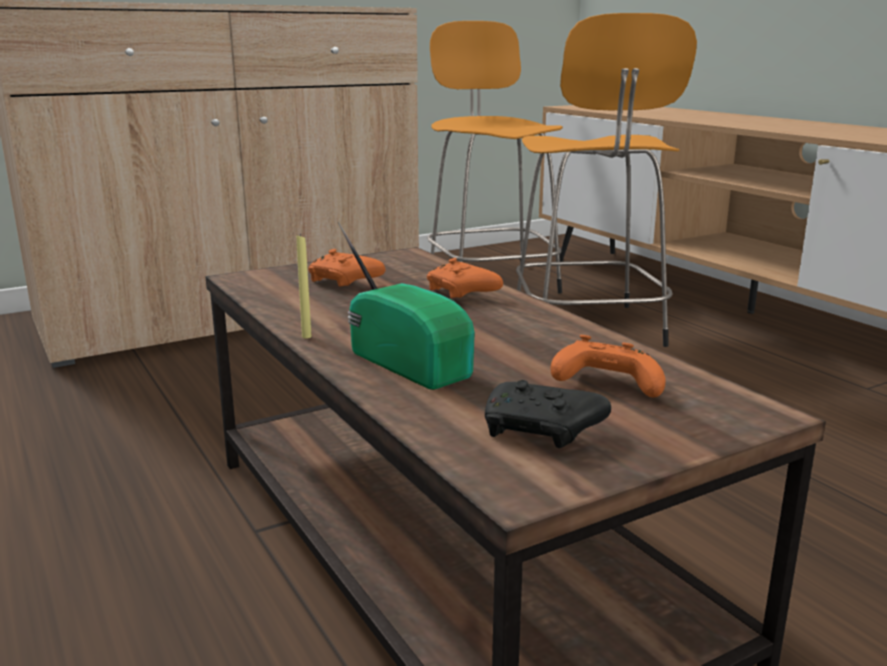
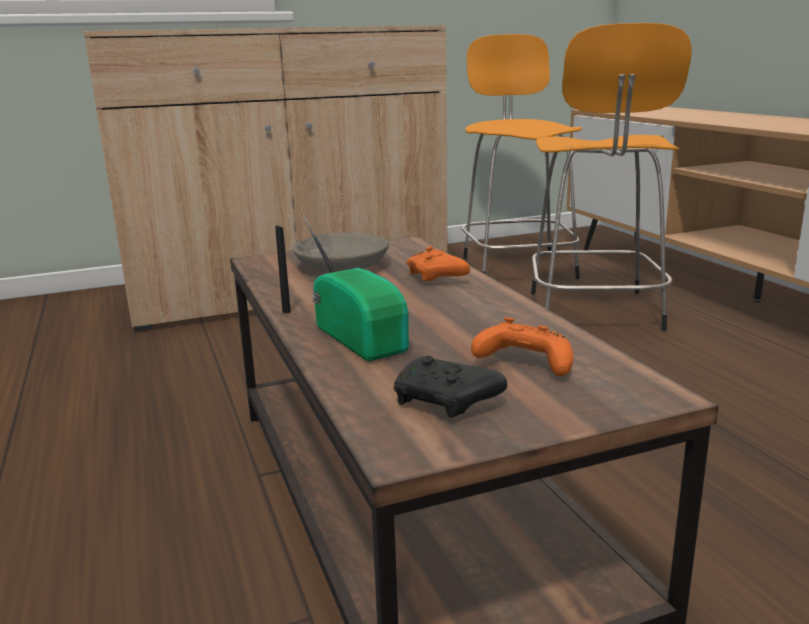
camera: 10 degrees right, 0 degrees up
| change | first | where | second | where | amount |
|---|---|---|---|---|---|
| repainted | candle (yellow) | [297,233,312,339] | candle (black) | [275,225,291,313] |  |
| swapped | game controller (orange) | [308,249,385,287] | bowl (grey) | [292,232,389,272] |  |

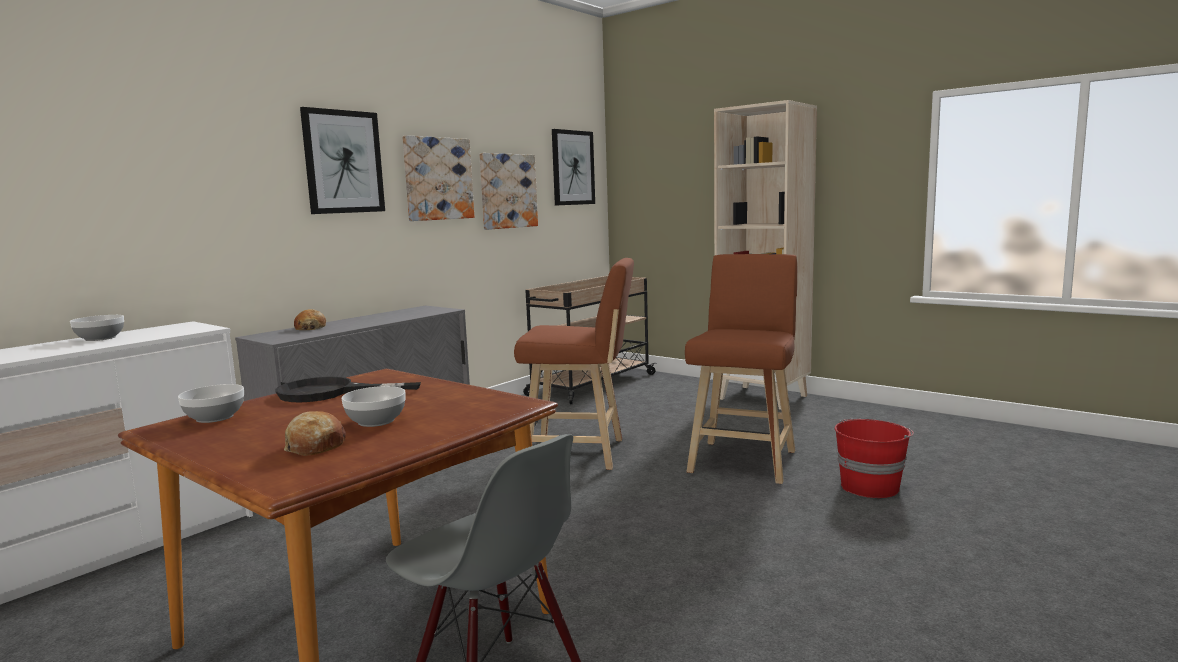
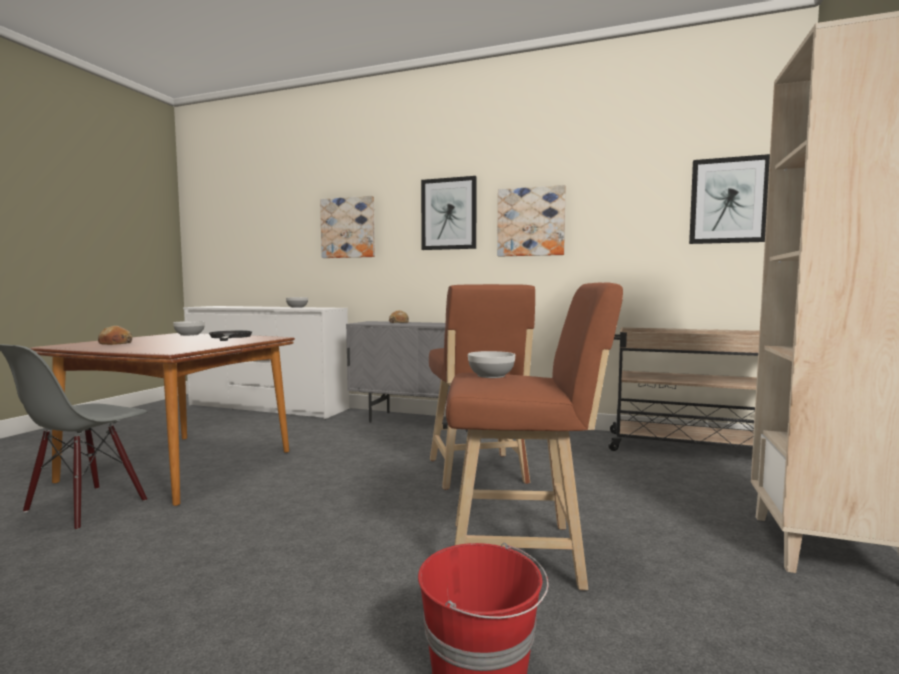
camera: 70 degrees right, 5 degrees down
| change | first | where | second | where | amount |
|---|---|---|---|---|---|
| shifted | picture | [479,153,538,230] |  | [320,196,375,258] |  |
| shifted | bowl | [342,386,406,427] |  | [468,351,515,378] |  |

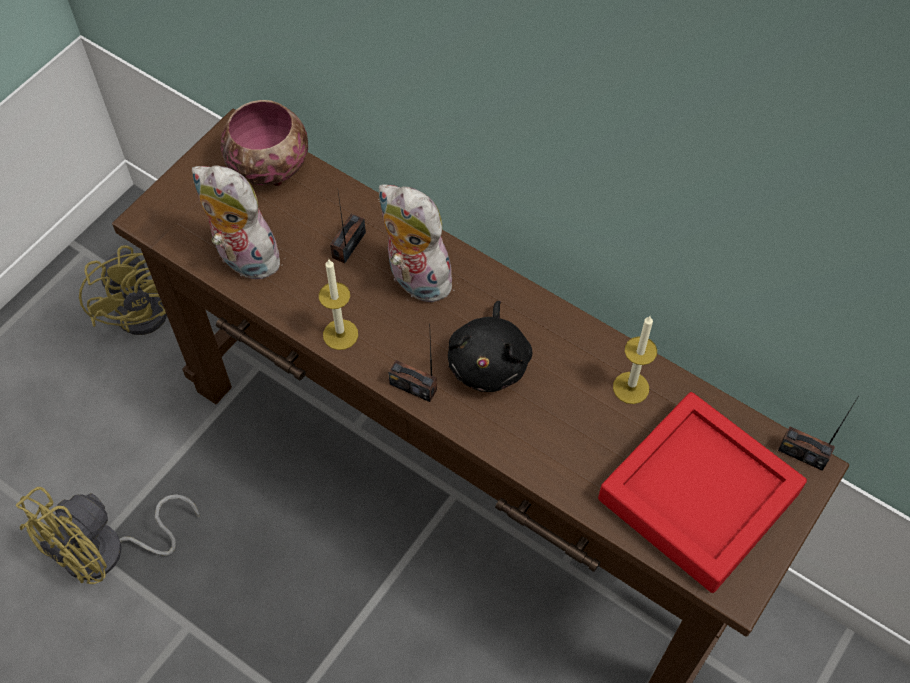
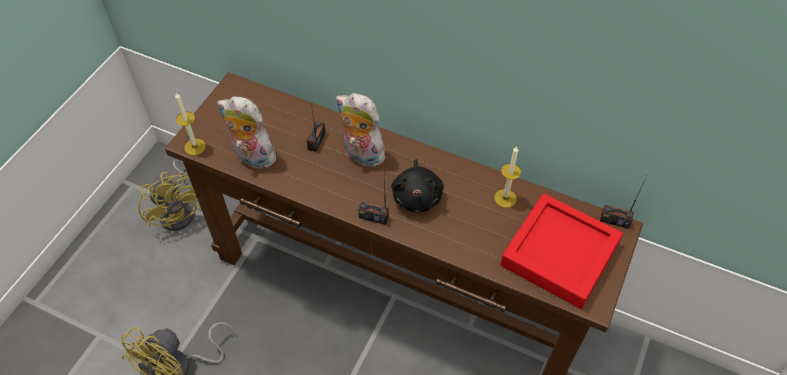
camera: 10 degrees left, 5 degrees down
| change | first | where | second | where | amount |
|---|---|---|---|---|---|
| gone | bowl | [221,100,308,186] |  |  |  |
| shifted | candle | [319,258,358,350] |  | [175,93,206,155] |  |

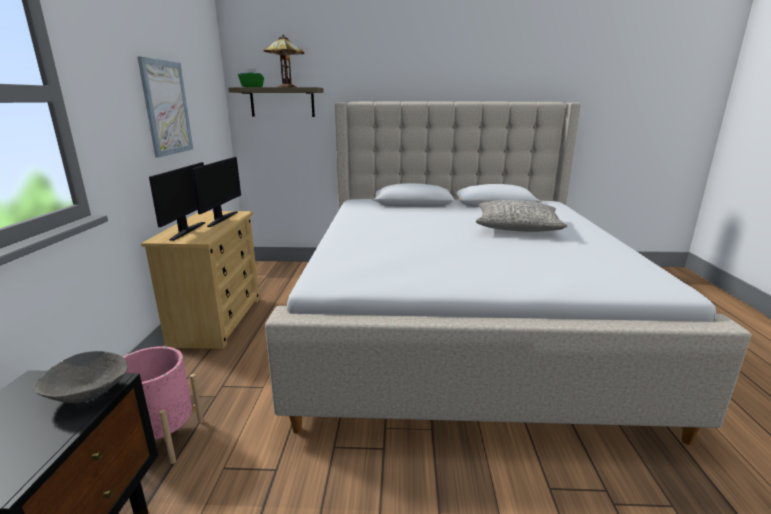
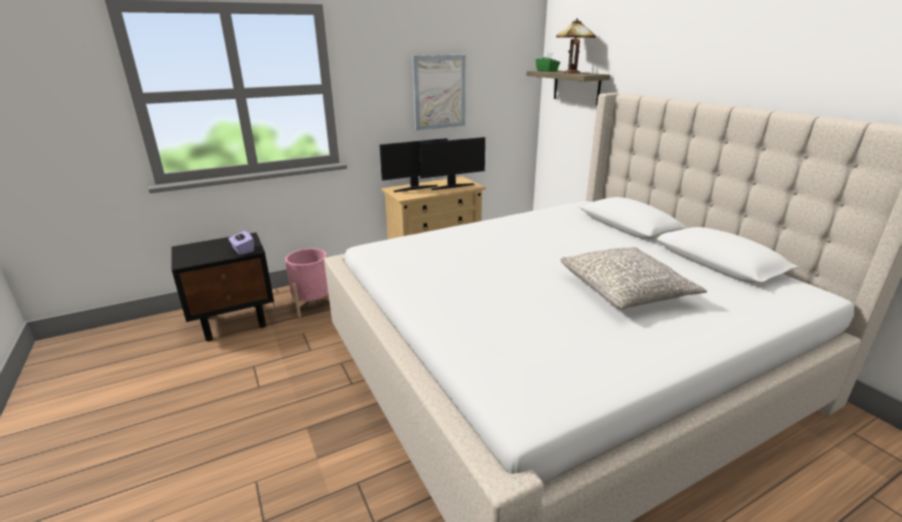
camera: 60 degrees right, 5 degrees up
| change | first | where | second | where | amount |
|---|---|---|---|---|---|
| swapped | bowl (grey) | [33,351,128,403] | tissue box (purple) | [228,230,254,255] |  |

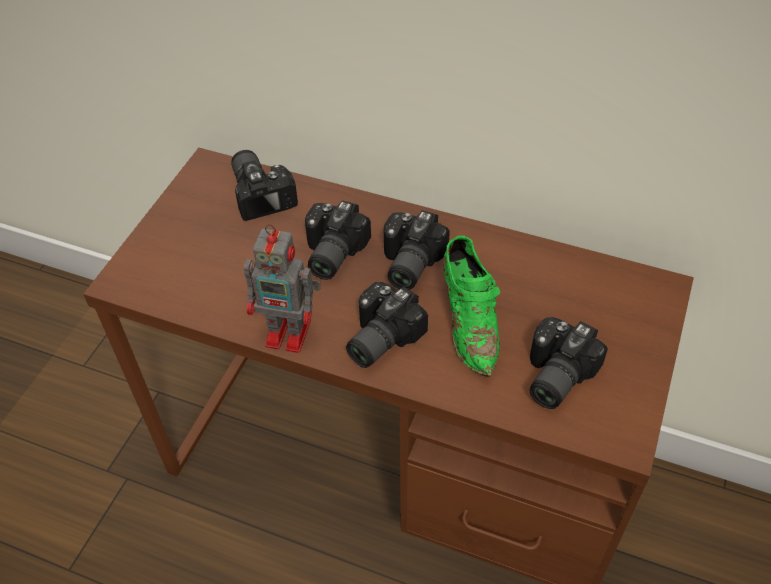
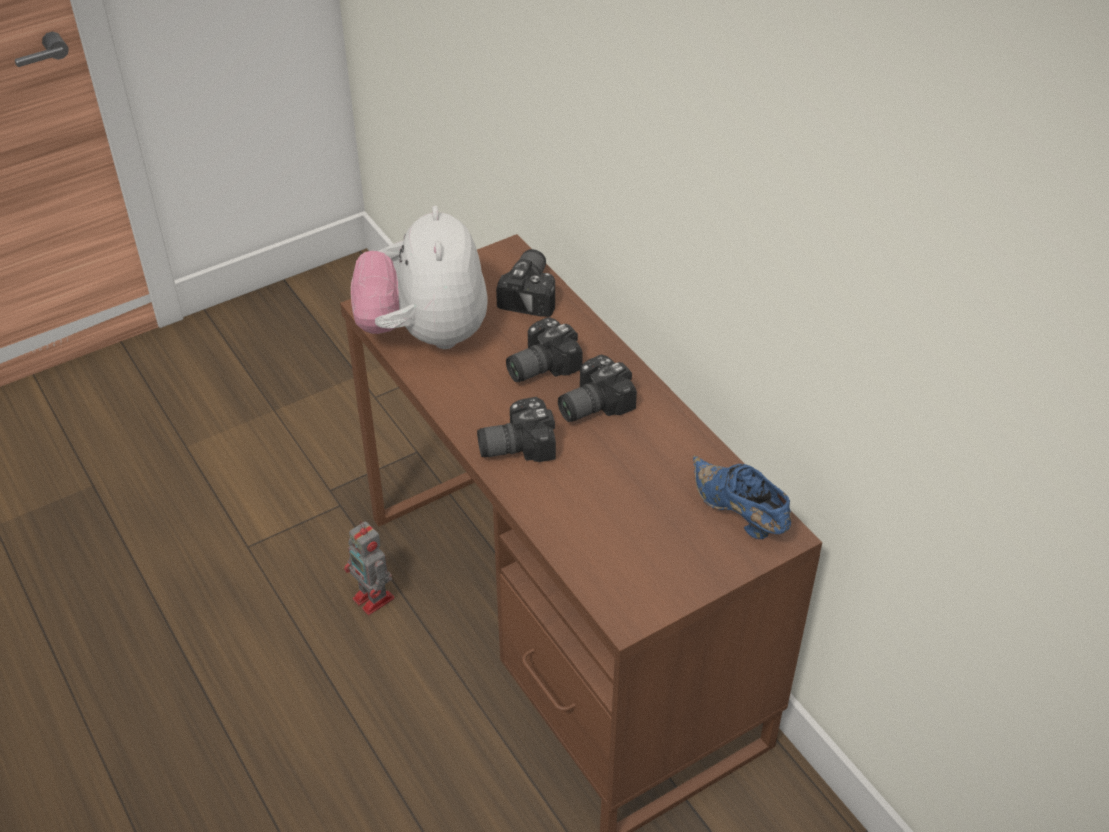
camera: 35 degrees right, 5 degrees down
| change | first | where | second | where | amount |
|---|---|---|---|---|---|
| shifted | toy robot | [244,224,321,353] |  | [344,521,394,615] |  |
| gone | shoe (green) | [443,235,500,377] |  |  |  |
| gone | photo camera | [530,317,608,409] |  |  |  |
| new |  |  | plush toy | [351,206,488,349] |  |
| new |  |  | shoe (blue) | [693,455,792,539] |  |

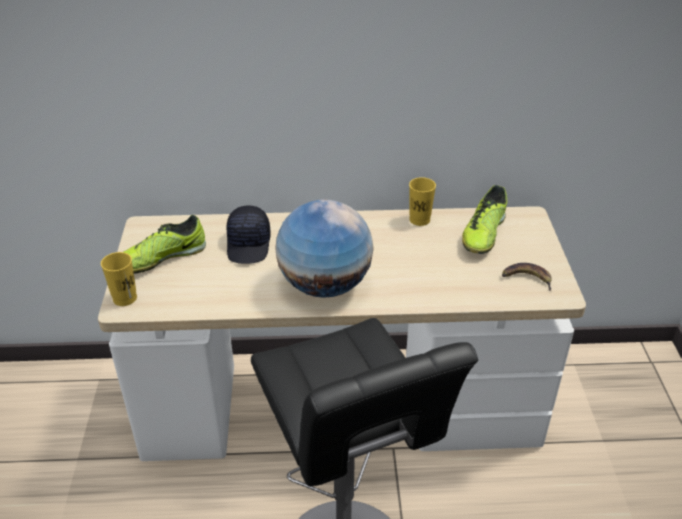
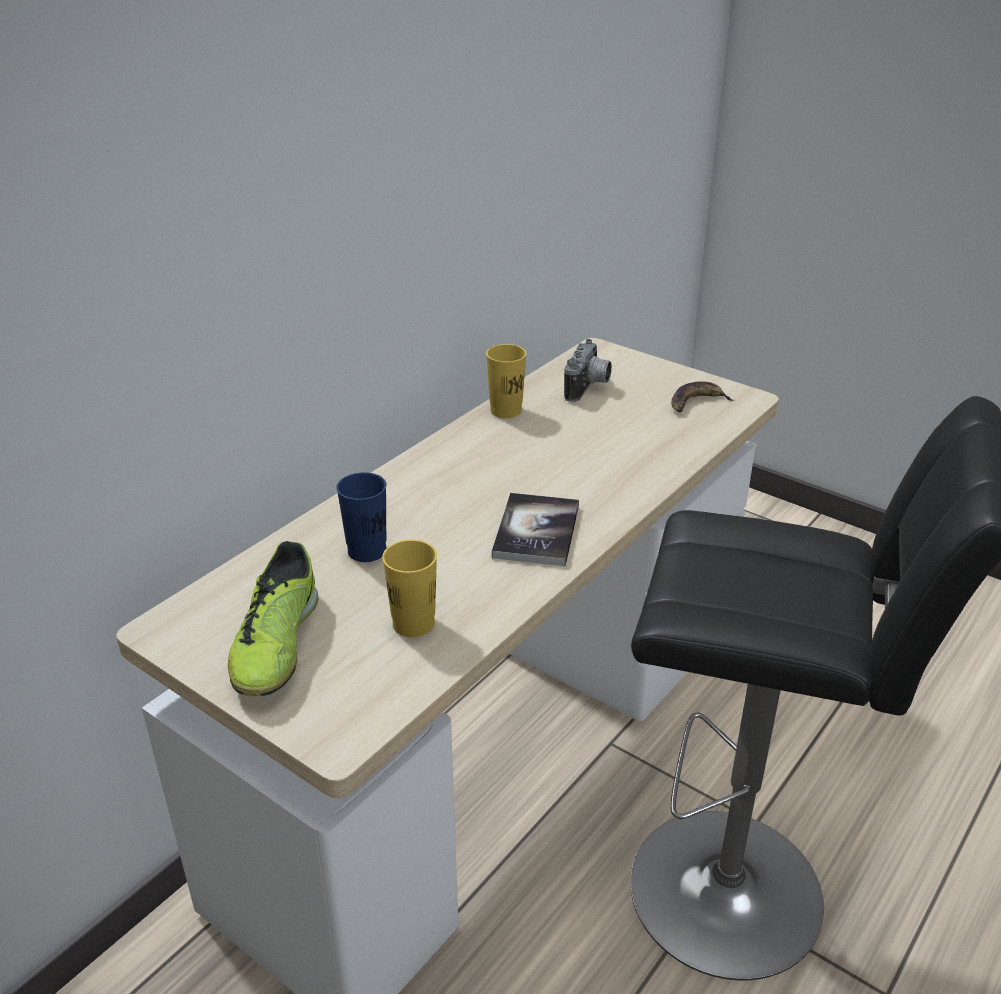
camera: 50 degrees left, 5 degrees down
| change | first | where | second | where | amount |
|---|---|---|---|---|---|
| swapped | shoe | [462,185,507,254] | photo camera | [564,339,612,402] |  |
| swapped | globe | [275,199,374,298] | book | [492,493,579,566] |  |
| swapped | cap (black) | [226,206,271,264] | cup (blue) | [336,472,386,562] |  |
| shifted | cup (yellow) | [101,252,137,306] |  | [382,540,437,637] |  |

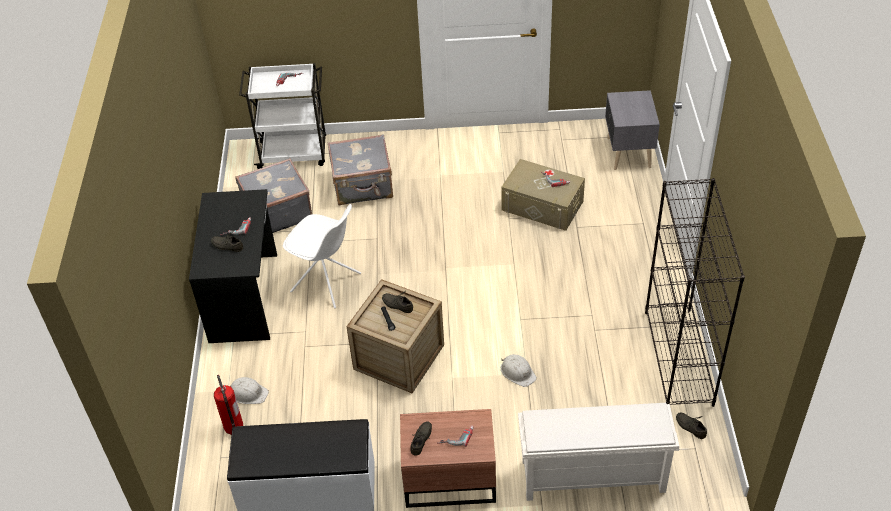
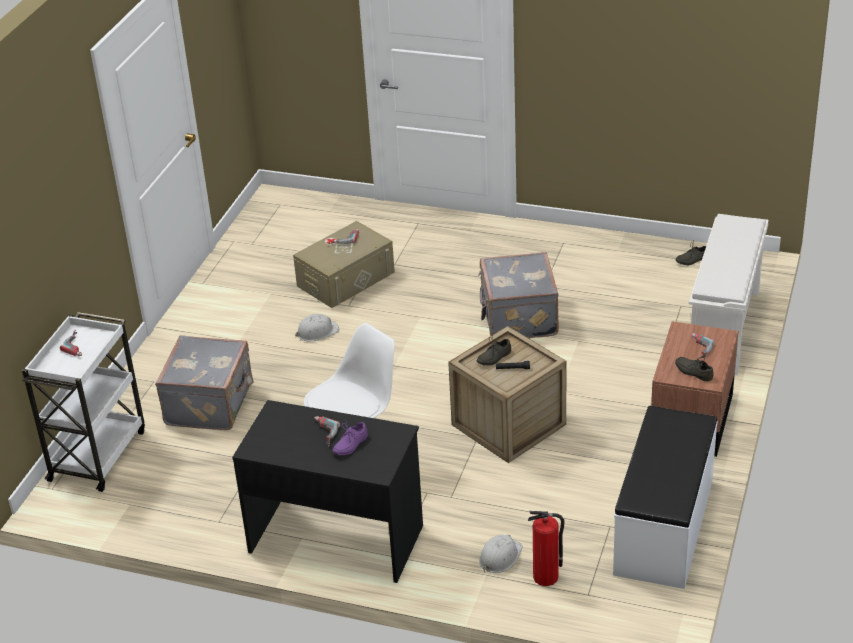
camera: 70 degrees left, 10 degrees down
| change | first | where | second | where | amount |
|---|---|---|---|---|---|
| gone | nightstand (grey) | [605,90,660,170] |  |  |  |
| shifted | suitcase (grey) | [235,158,312,233] |  | [478,252,559,339] |  |
| gone | bookcase (black) | [645,178,745,407] |  |  |  |
| repainted | shoe (grey) | [211,230,243,252] | shoe (purple) | [333,422,368,455] |  |
| shifted | hard hat (white) | [501,354,537,387] |  | [295,314,340,341] |  |

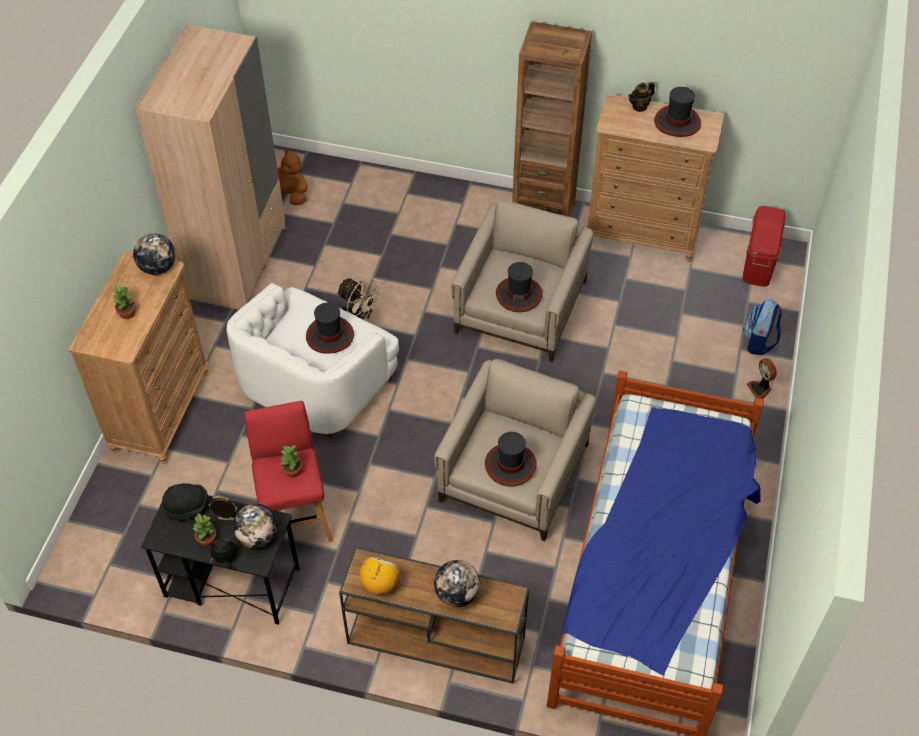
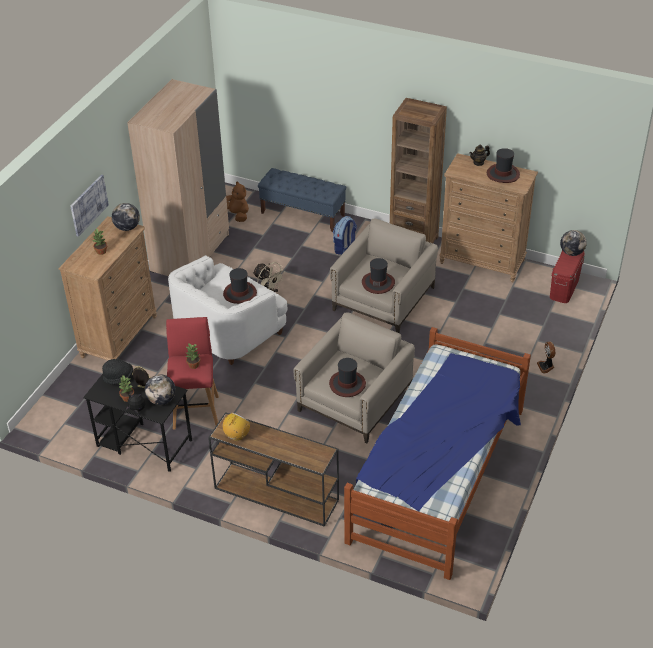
camera: 10 degrees right, 10 degrees down
| change | first | where | second | where | amount |
|---|---|---|---|---|---|
| shifted | backpack | [743,299,782,355] |  | [333,216,357,255] |  |
| shifted | globe | [434,560,480,607] |  | [560,230,587,256] |  |
| new |  |  | bench (blue) | [258,168,346,232] |  |
| new |  |  | picture | [70,174,109,237] |  |

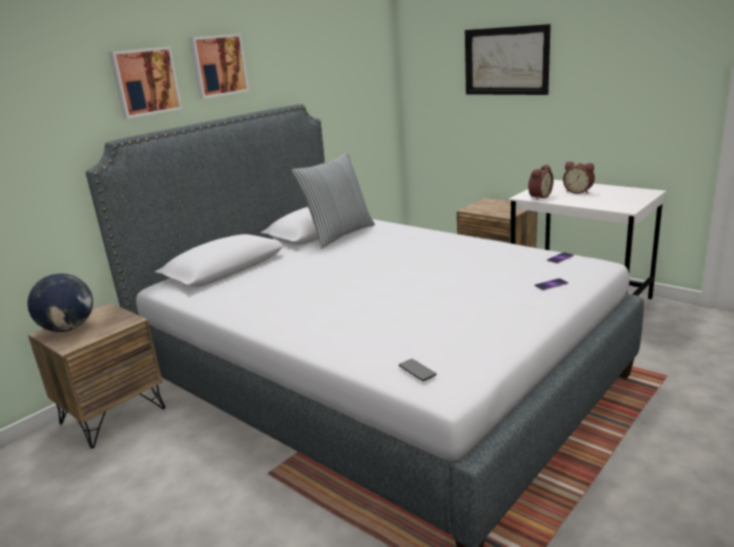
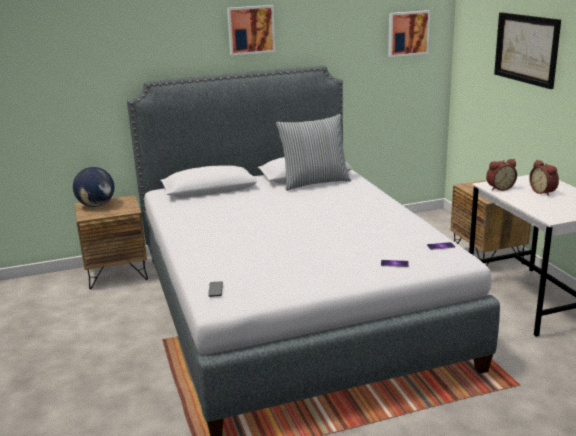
camera: 30 degrees right, 0 degrees up
| change | first | where | second | where | amount |
|---|---|---|---|---|---|
| shifted | picture | [109,46,182,119] |  | [388,10,430,57] |  |

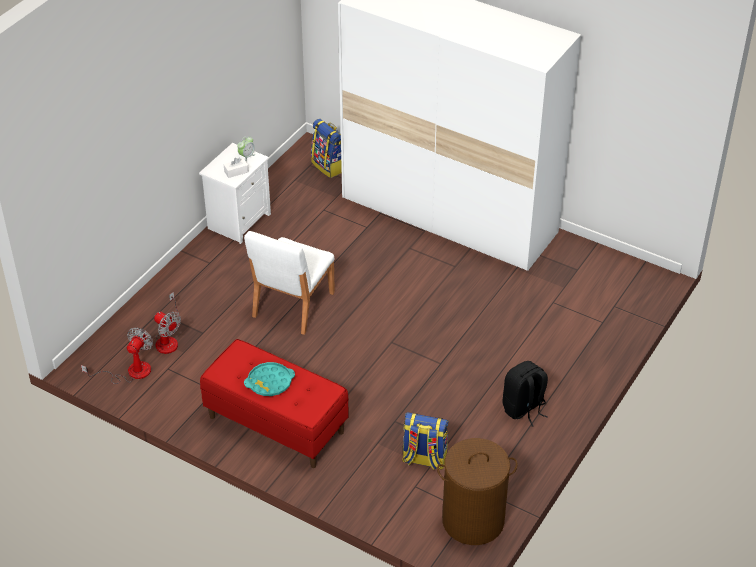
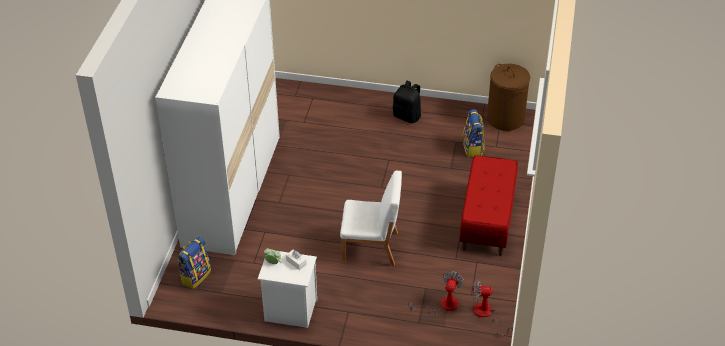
camera: 110 degrees left, 0 degrees up
| change | first | where | second | where | amount |
|---|---|---|---|---|---|
| gone | tray (turquoise) | [244,362,295,396] |  |  |  |

